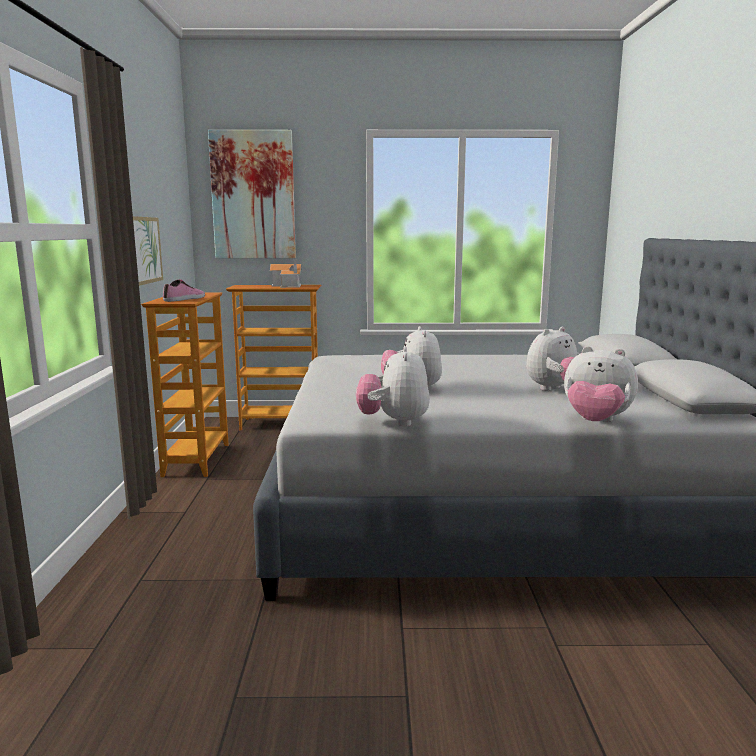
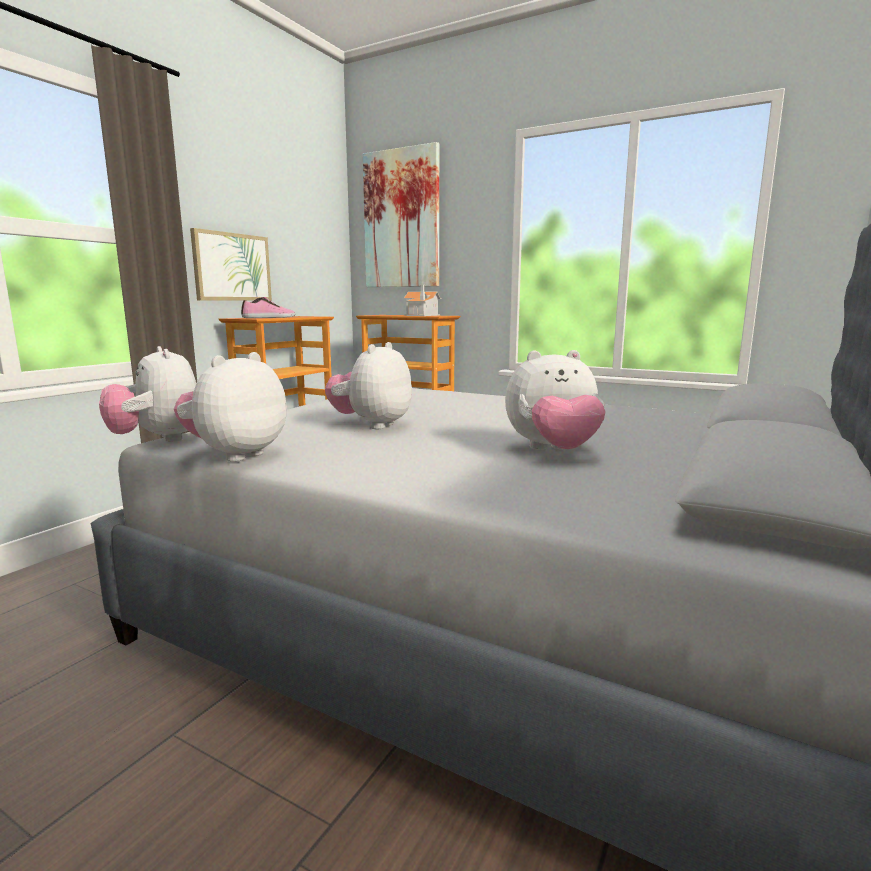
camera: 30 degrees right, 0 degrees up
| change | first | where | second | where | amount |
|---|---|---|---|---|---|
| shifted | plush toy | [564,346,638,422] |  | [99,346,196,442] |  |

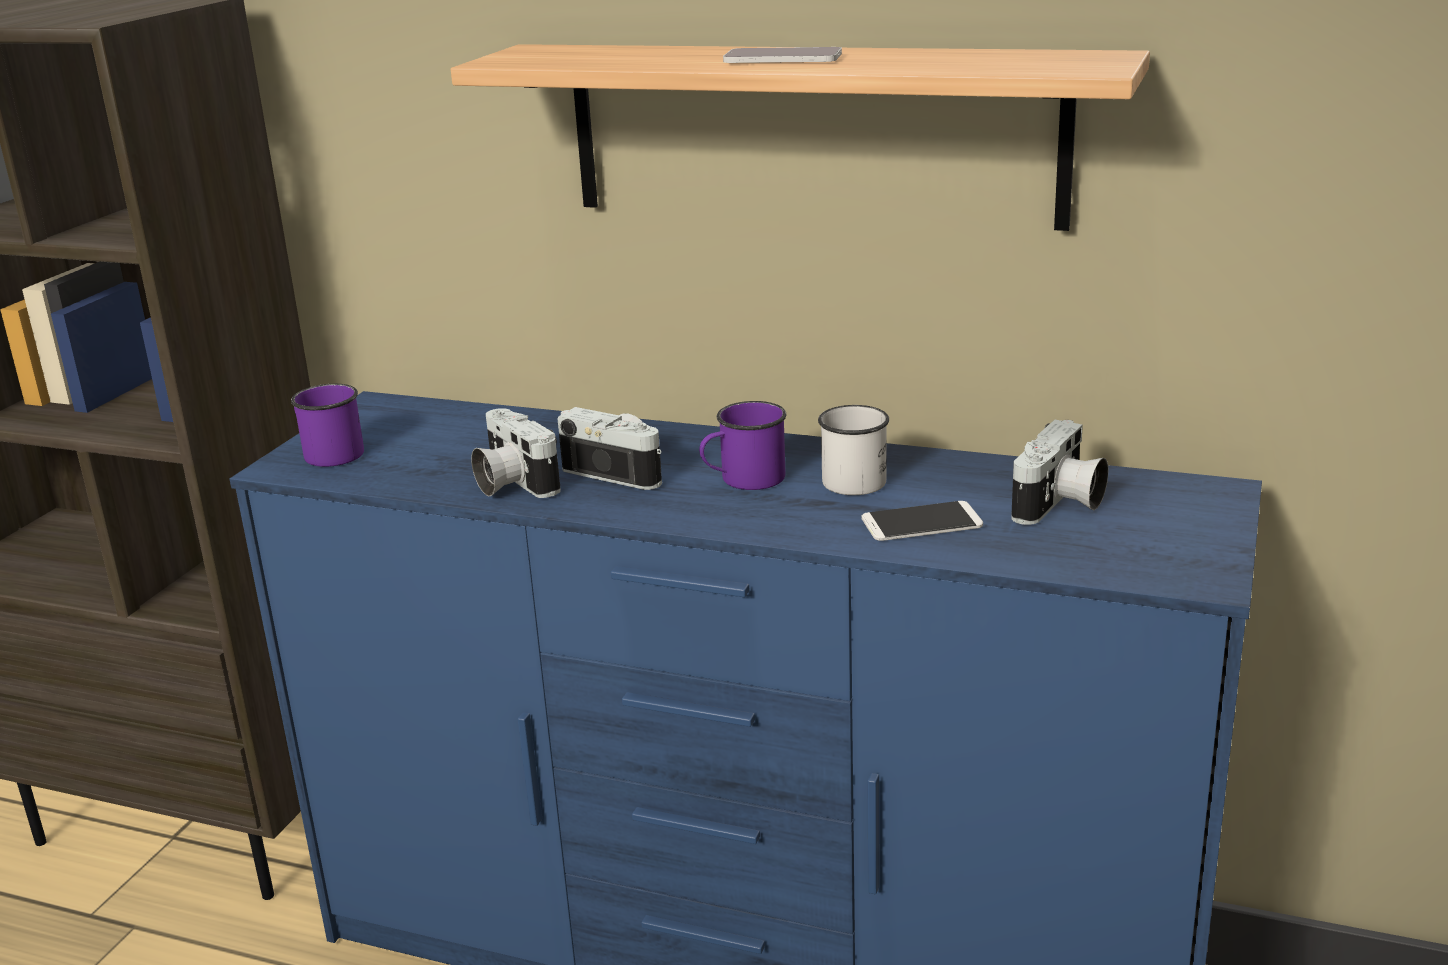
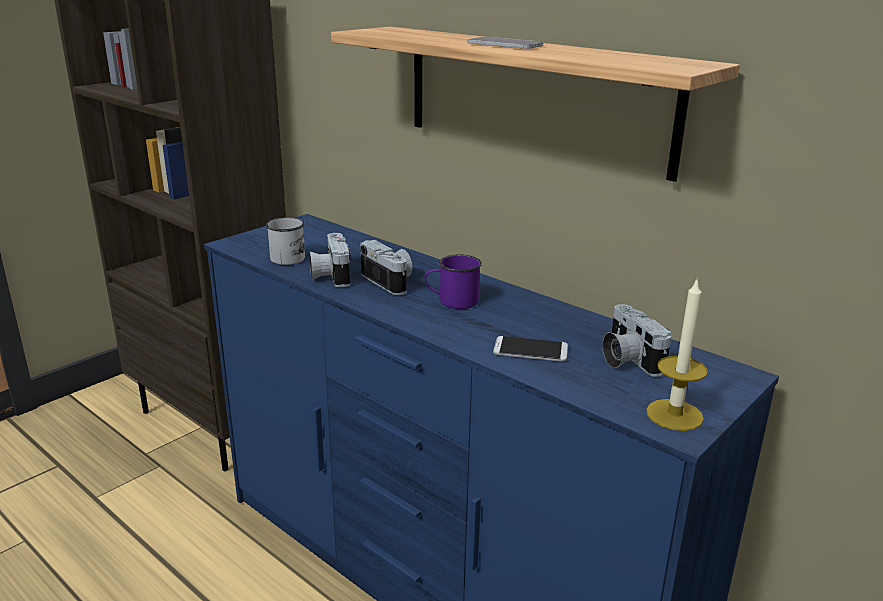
camera: 20 degrees right, 0 degrees up
| change | first | where | second | where | amount |
|---|---|---|---|---|---|
| gone | mug (purple) | [291,384,364,467] |  |  |  |
| shifted | mug (white) | [818,405,889,495] |  | [266,217,305,265] |  |
| rotated | photo camera | [1011,420,1108,525] |  | [602,304,672,377] | 105 degrees clockwise |
| new |  |  | candle | [646,277,708,431] |  |

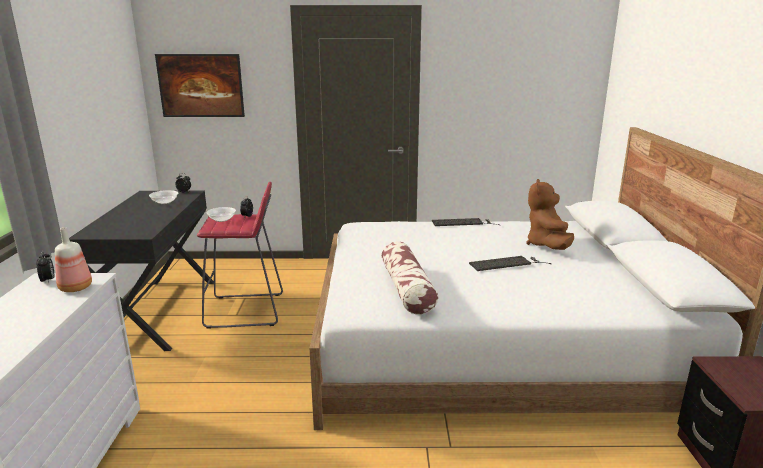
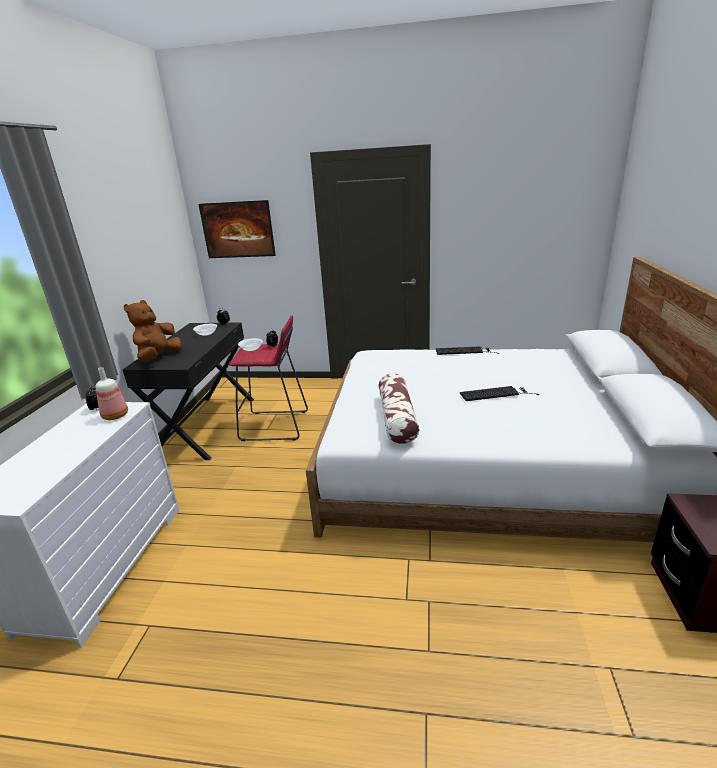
camera: 10 degrees right, 5 degrees up
| change | first | where | second | where | amount |
|---|---|---|---|---|---|
| shifted | plush toy (brown) | [526,179,574,250] |  | [123,300,182,362] |  |

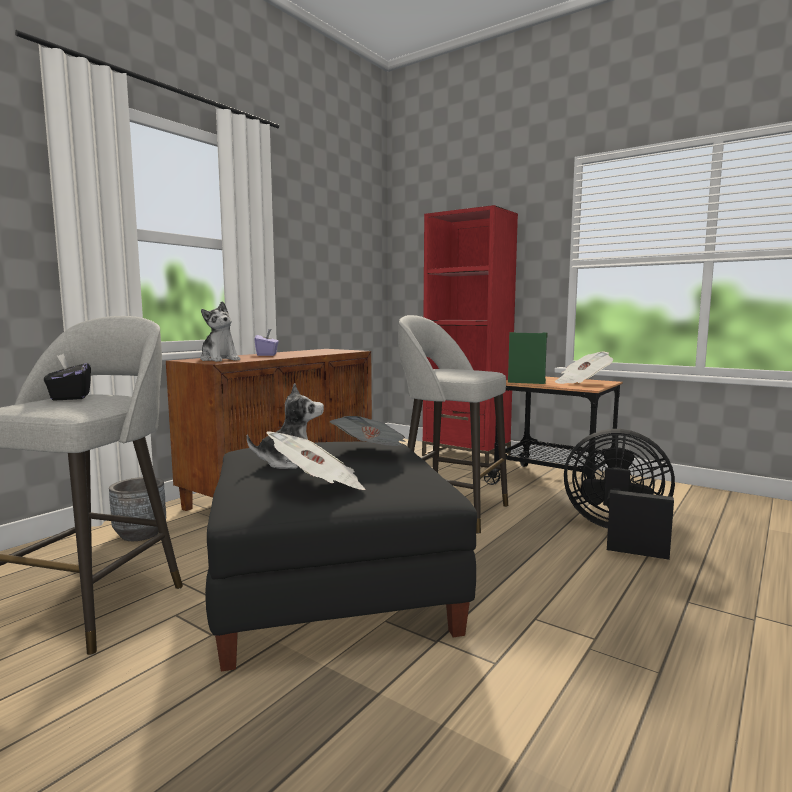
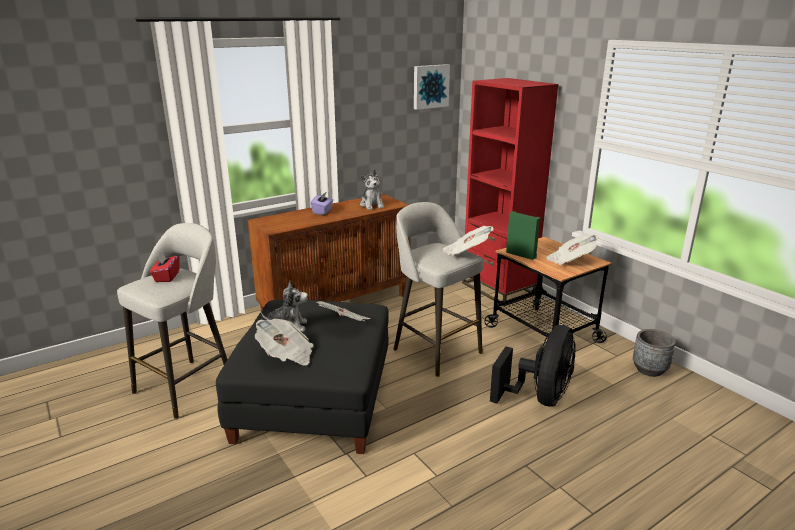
camera: 20 degrees right, 15 degrees up
| change | first | where | second | where | amount |
|---|---|---|---|---|---|
| shifted | plush toy | [200,301,240,362] |  | [360,169,384,210] |  |
| repainted | tissue box (black) | [44,354,91,401] | tissue box (red) | [150,251,180,282] |  |
| rotated | fan (black) | [564,429,675,560] |  | [490,325,576,407] | 75 degrees clockwise |
| shifted | planter (grey) | [109,477,166,541] |  | [633,329,676,377] |  |
| new |  |  | picture | [414,64,450,110] |  |
| new |  |  | newspaper | [442,226,494,257] |  |

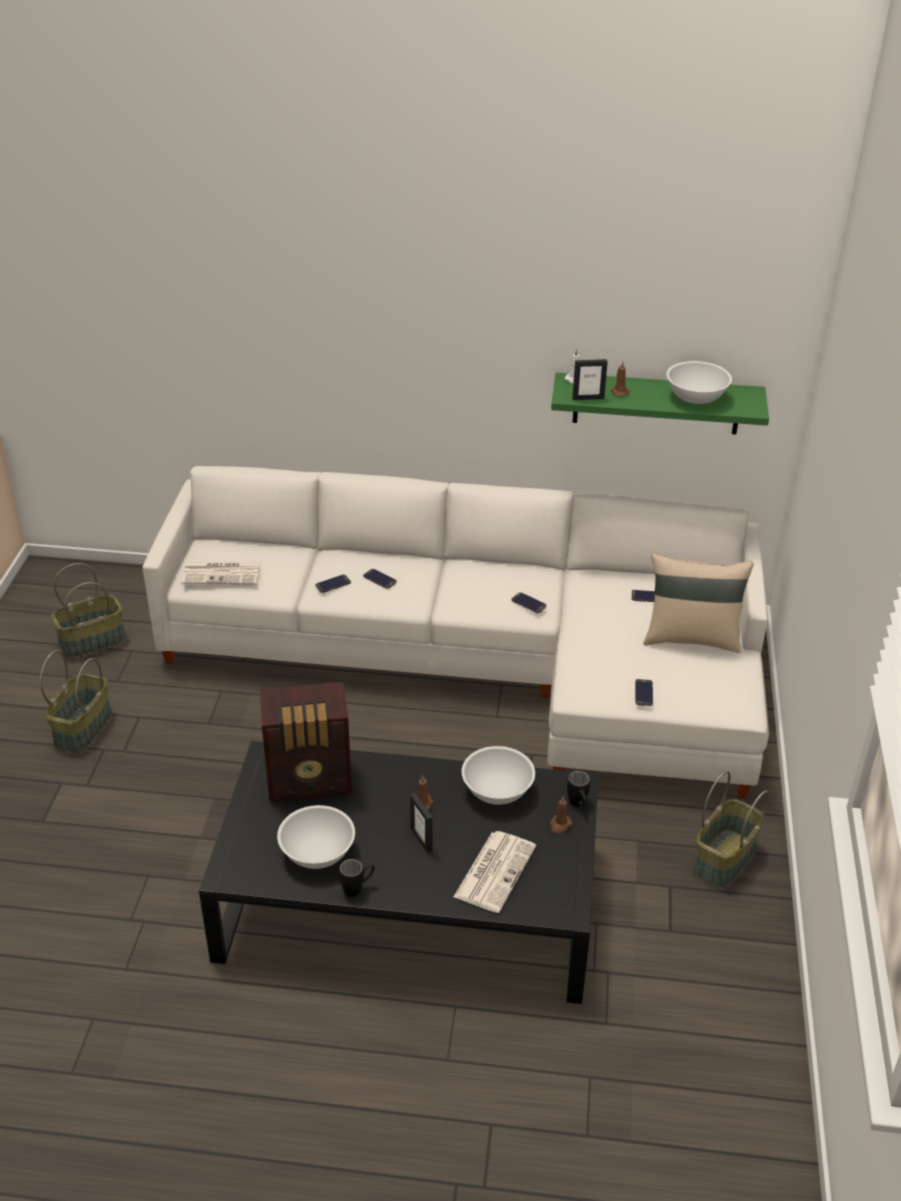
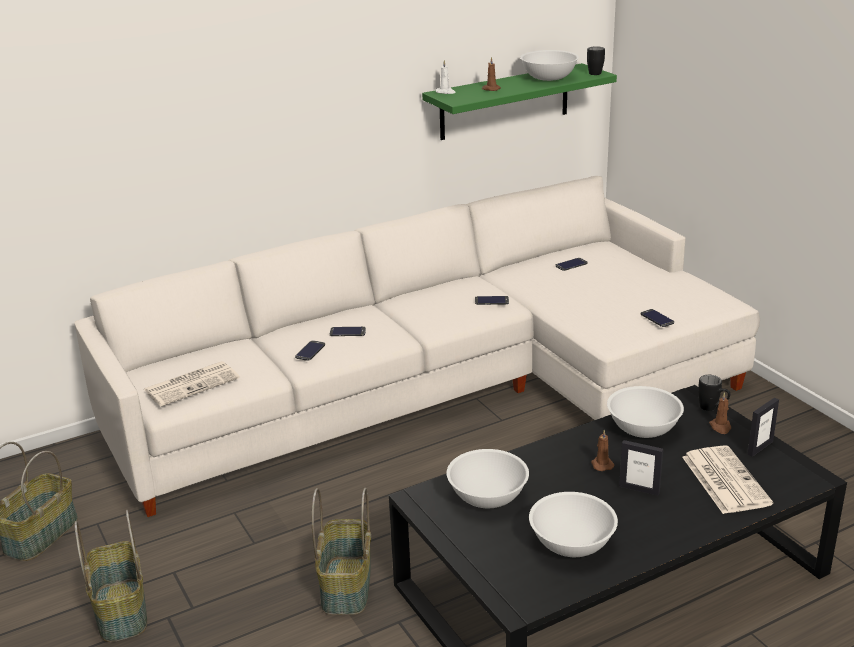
camera: 35 degrees left, 10 degrees down
| change | first | where | second | where | amount |
|---|---|---|---|---|---|
| shifted | picture frame | [572,359,608,400] |  | [747,398,779,457] |  |
| gone | pillow (beige) | [643,553,754,653] |  |  |  |
| swapped | radio | [259,682,352,802] | bowl (white) | [447,449,529,508] |  |
| shifted | basket | [693,771,769,887] |  | [312,488,371,615] |  |
| shifted | mug (black) | [339,859,374,897] |  | [587,46,605,75] |  |

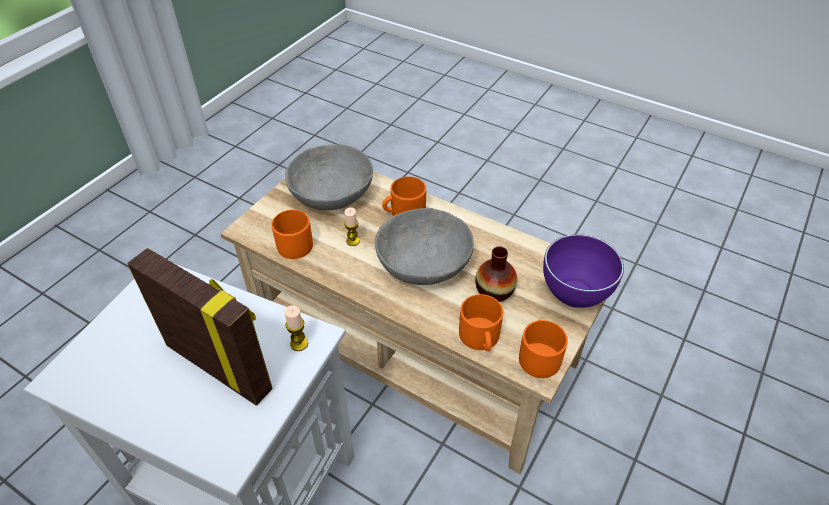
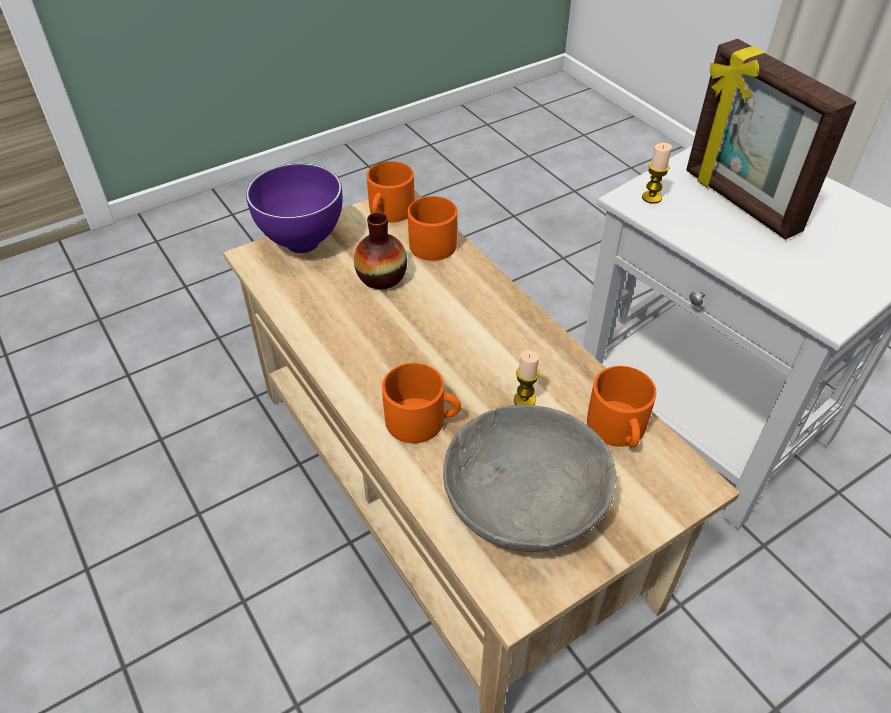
camera: 155 degrees left, 0 degrees up
| change | first | where | second | where | amount |
|---|---|---|---|---|---|
| gone | bowl (grey) | [375,208,474,285] |  |  |  |

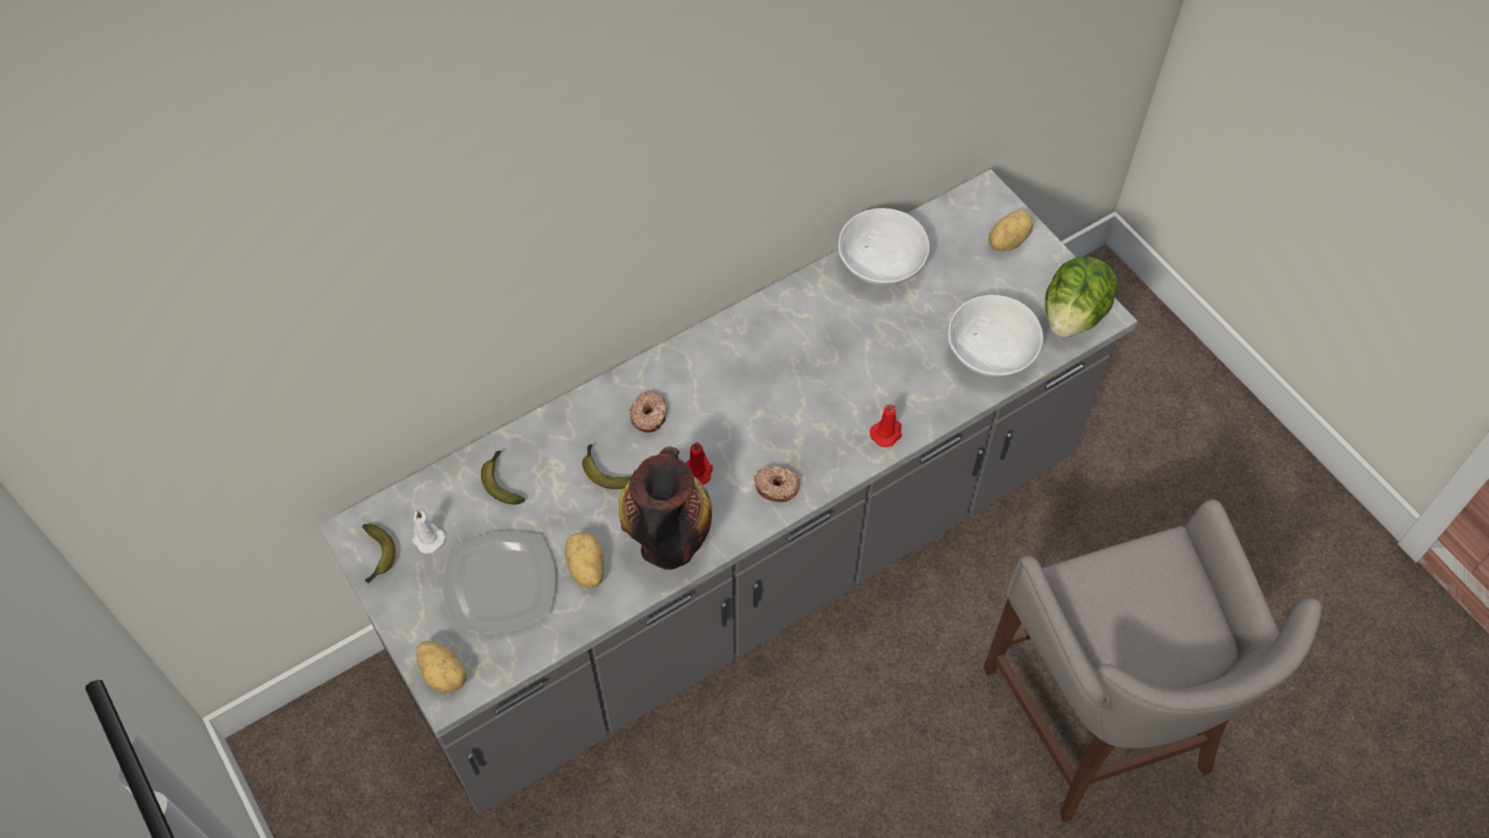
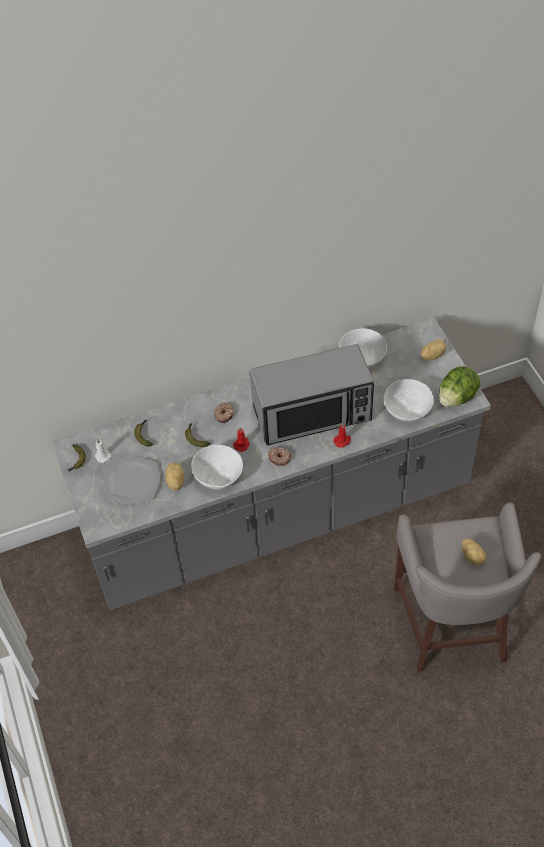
camera: 15 degrees right, 5 degrees down
| change | first | where | second | where | amount |
|---|---|---|---|---|---|
| swapped | vase | [619,446,712,570] | bowl (white) | [191,445,243,490] |  |
| shifted | potato | [417,641,467,693] |  | [462,539,486,565] |  |
| new |  |  | microwave | [249,344,374,445] |  |

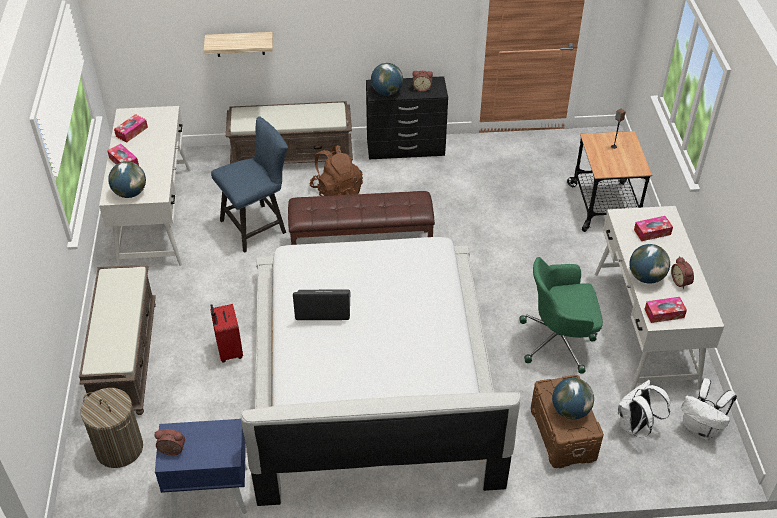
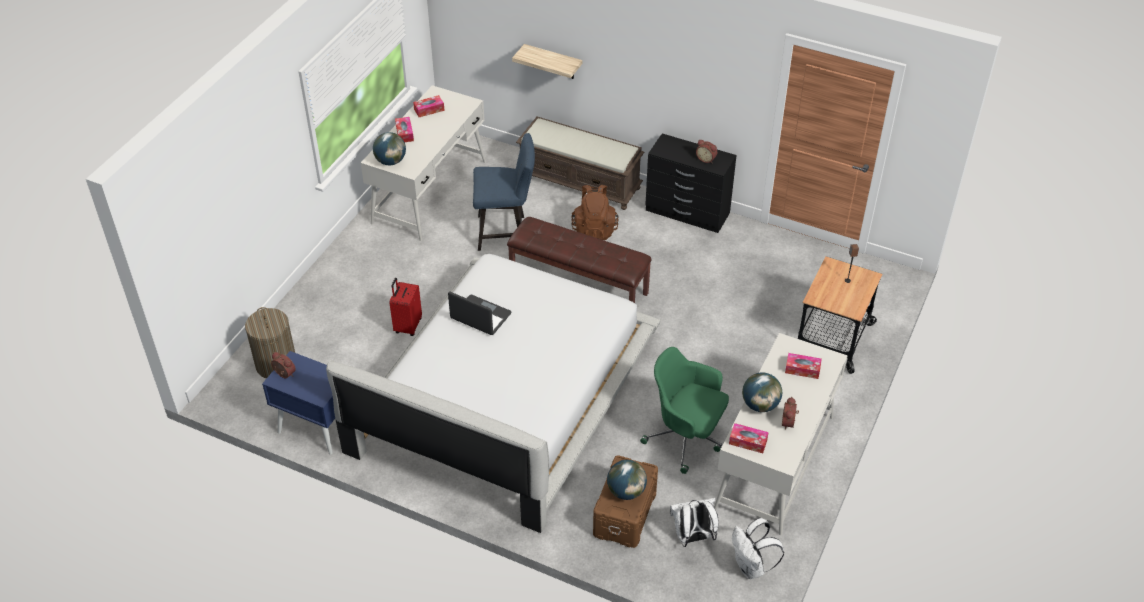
camera: 30 degrees right, 0 degrees up
| change | first | where | second | where | amount |
|---|---|---|---|---|---|
| gone | globe | [371,63,403,96] |  |  |  |
| gone | bench (brown) | [79,265,156,415] |  |  |  |

